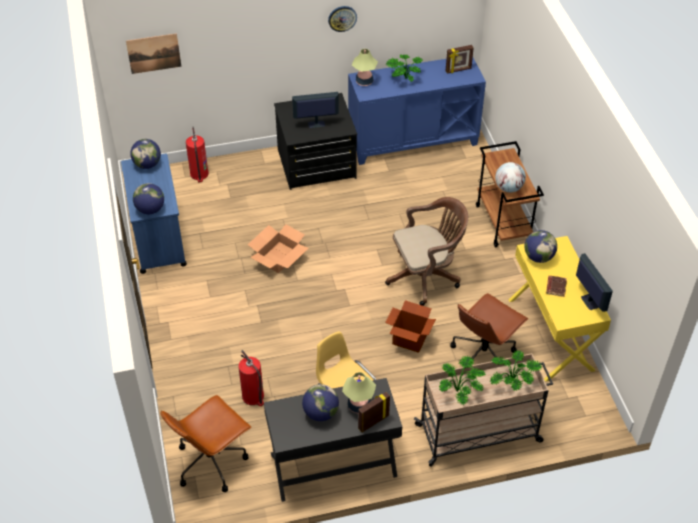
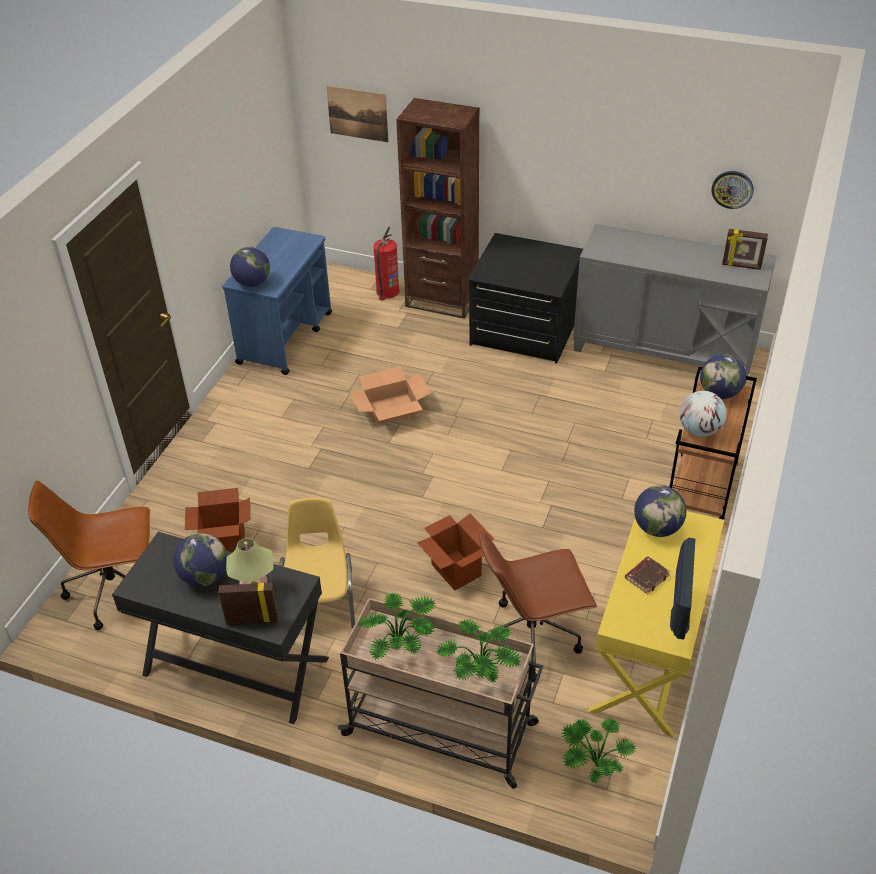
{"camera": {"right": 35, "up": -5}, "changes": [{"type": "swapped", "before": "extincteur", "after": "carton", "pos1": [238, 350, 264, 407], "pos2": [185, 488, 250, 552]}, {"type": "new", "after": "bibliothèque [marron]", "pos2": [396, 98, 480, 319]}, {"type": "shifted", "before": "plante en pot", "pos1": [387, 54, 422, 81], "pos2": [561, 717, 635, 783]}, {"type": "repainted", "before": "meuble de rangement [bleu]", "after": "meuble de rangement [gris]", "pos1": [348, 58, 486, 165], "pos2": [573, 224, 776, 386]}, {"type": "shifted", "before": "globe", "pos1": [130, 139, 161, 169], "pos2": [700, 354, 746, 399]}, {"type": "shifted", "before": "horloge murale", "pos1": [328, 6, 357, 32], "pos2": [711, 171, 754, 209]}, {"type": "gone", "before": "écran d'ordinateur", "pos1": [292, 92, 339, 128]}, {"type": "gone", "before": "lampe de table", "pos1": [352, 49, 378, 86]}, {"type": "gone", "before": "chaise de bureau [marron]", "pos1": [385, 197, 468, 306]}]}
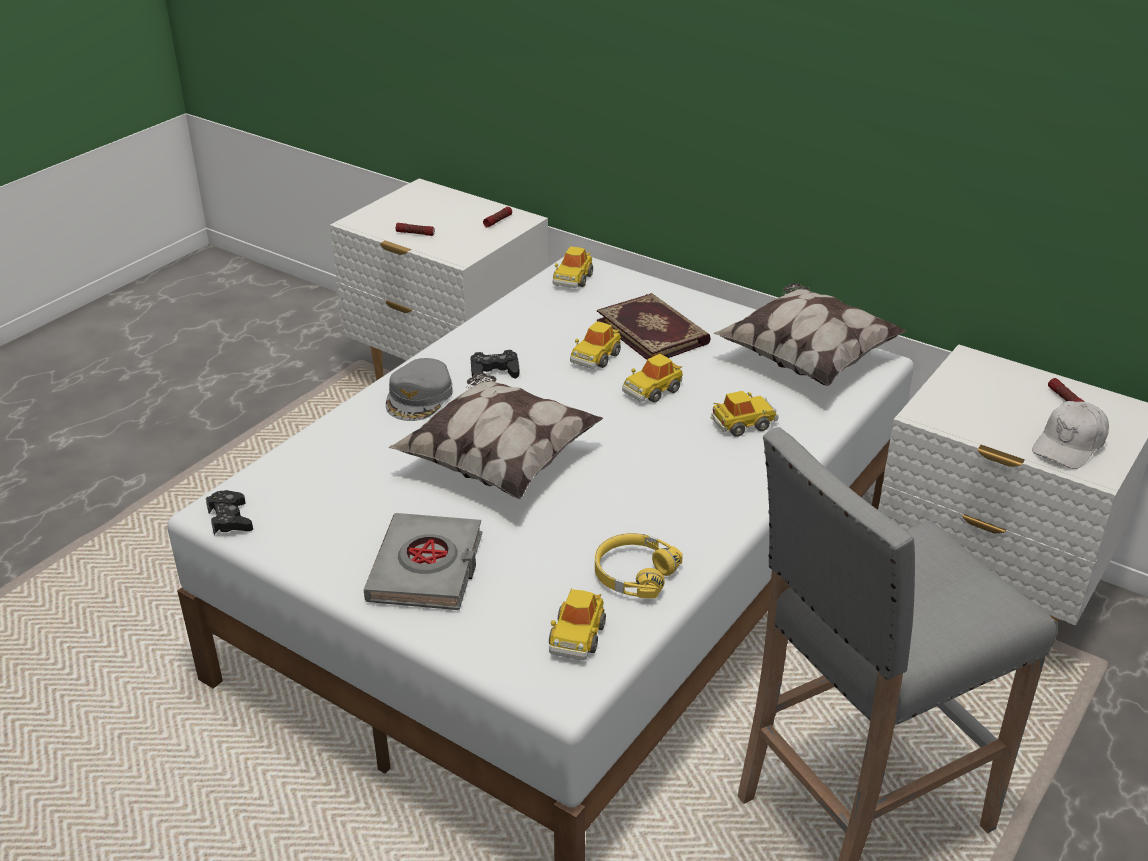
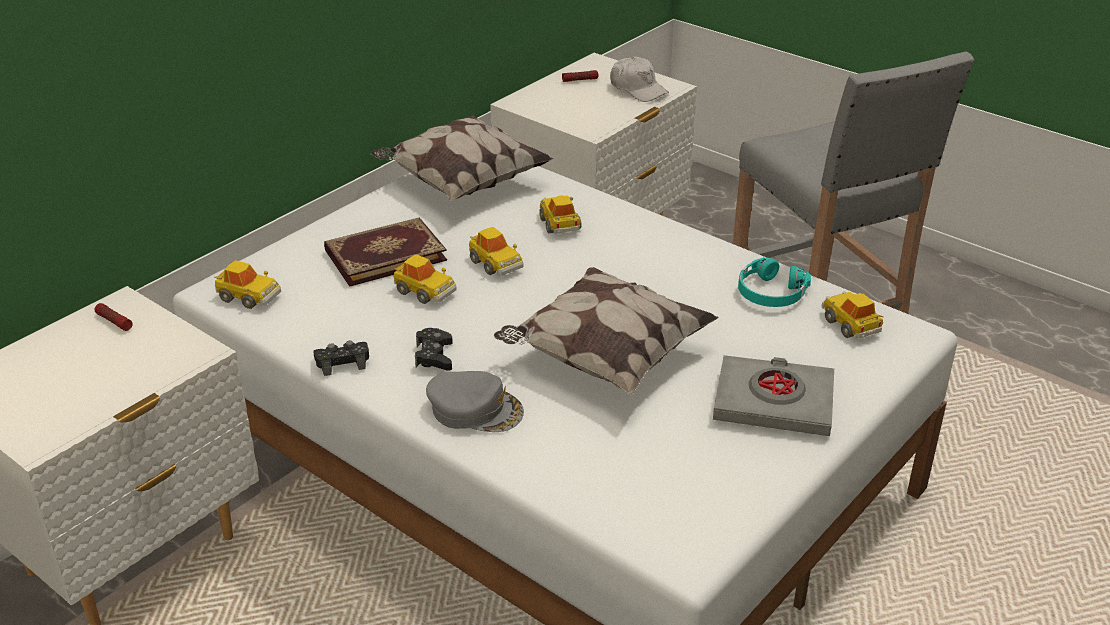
{"camera": {"right": -85, "up": 0}, "changes": [{"type": "shifted", "before": "manette [noir]", "pos1": [206, 490, 253, 535], "pos2": [313, 341, 369, 376]}, {"type": "repainted", "before": "casque audio [jaune]", "after": "casque audio [turquoise]", "pos1": [595, 533, 683, 598], "pos2": [738, 257, 811, 307]}, {"type": "rotated", "before": "petite voiture", "pos1": [549, 589, 606, 660], "pos2": [821, 291, 883, 338], "turn": -135}, {"type": "gone", "before": "lampe de poche", "pos1": [396, 223, 435, 236]}]}
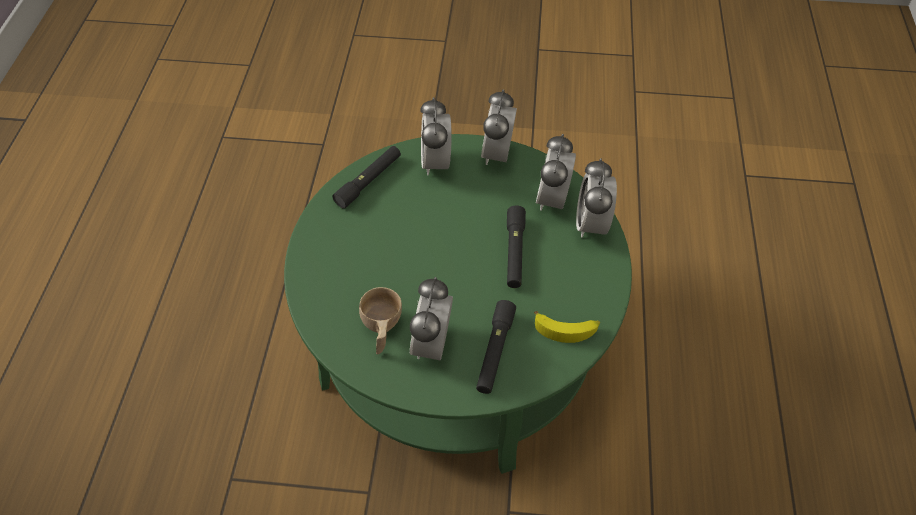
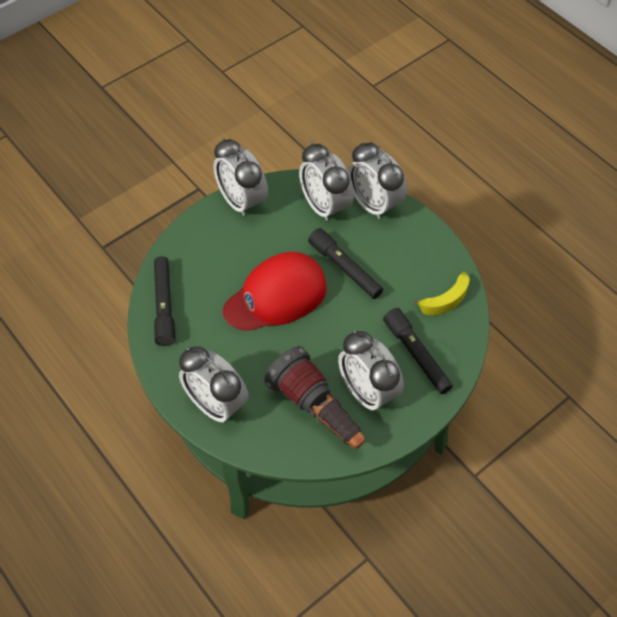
{"camera": {"right": -45, "up": 5}, "changes": [{"type": "shifted", "before": "réveil", "pos1": [421, 97, 452, 175], "pos2": [179, 346, 249, 423]}, {"type": "new", "after": "casquette [rouge]", "pos2": [223, 252, 326, 331]}, {"type": "swapped", "before": "tasse [beige]", "after": "lampe de poche", "pos1": [359, 287, 402, 355], "pos2": [264, 346, 365, 449]}]}
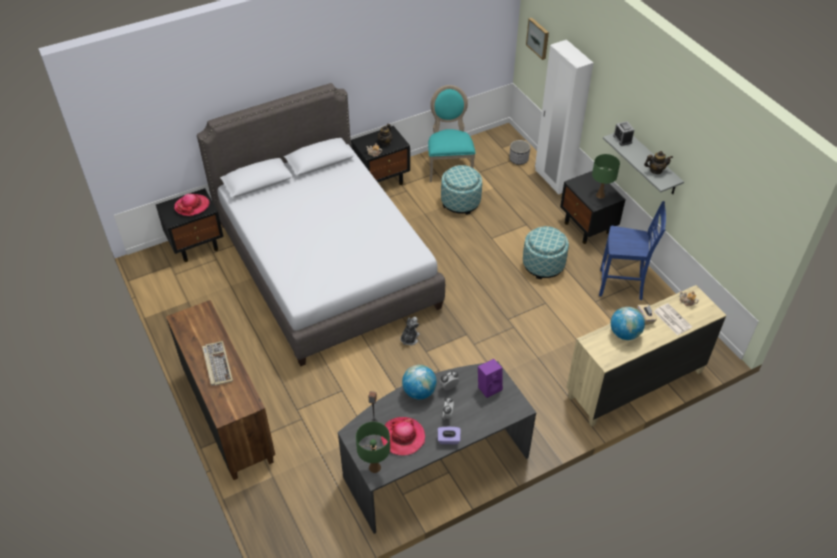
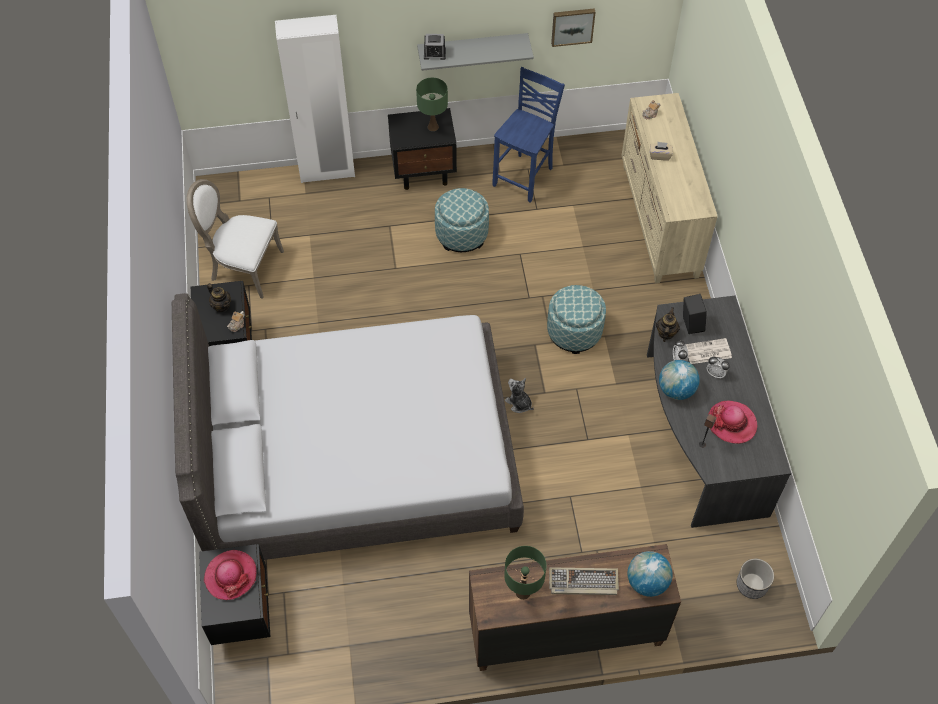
{"camera": {"right": -70, "up": 10}, "changes": [{"type": "repainted", "before": "chaise [turquoise]", "after": "chaise [blanc]", "pos1": [428, 85, 475, 182], "pos2": [186, 179, 284, 299]}, {"type": "shifted", "before": "lampe de table [vert]", "pos1": [356, 422, 390, 473], "pos2": [504, 546, 547, 600]}, {"type": "shifted", "before": "pouf", "pos1": [441, 165, 482, 215], "pos2": [547, 285, 606, 354]}, {"type": "shifted", "before": "tableau", "pos1": [526, 18, 549, 60], "pos2": [551, 8, 595, 47]}, {"type": "shifted", "before": "globe", "pos1": [611, 307, 645, 340], "pos2": [627, 551, 673, 597]}, {"type": "shifted", "before": "théière", "pos1": [644, 151, 673, 174], "pos2": [656, 307, 680, 342]}, {"type": "repainted", "before": "enceinte [violet]", "after": "enceinte [noir]", "pos1": [478, 359, 503, 398], "pos2": [683, 294, 707, 334]}, {"type": "shifted", "before": "journal", "pos1": [654, 303, 692, 335], "pos2": [685, 338, 732, 364]}, {"type": "shifted", "before": "cache-pot", "pos1": [509, 140, 531, 165], "pos2": [737, 558, 774, 599]}, {"type": "gone", "before": "boîte à mouchoirs [violet]", "pos1": [438, 427, 461, 444]}]}
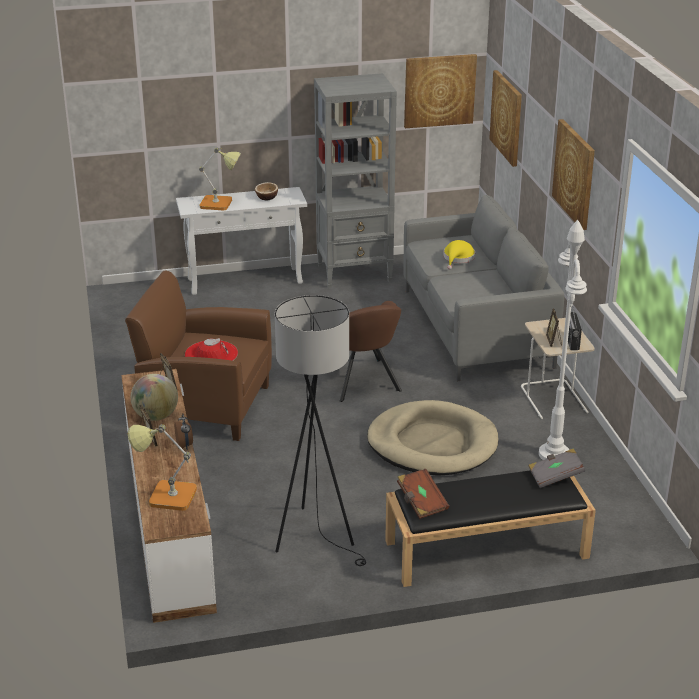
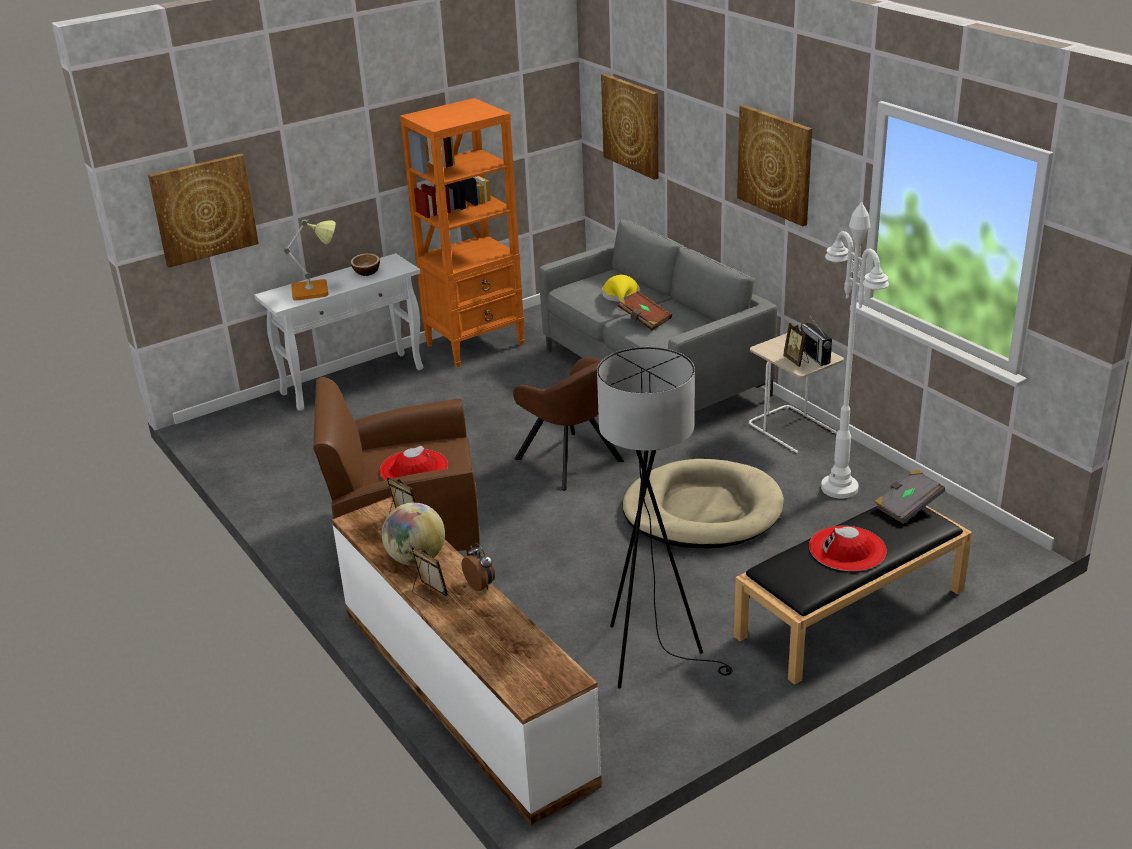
{"camera": {"right": -20, "up": 0}, "changes": [{"type": "shifted", "before": "tableau", "pos1": [404, 54, 477, 128], "pos2": [148, 154, 259, 267]}, {"type": "repainted", "before": "bibliothèque [gris]", "after": "bibliothèque [orange]", "pos1": [314, 73, 397, 288], "pos2": [400, 98, 524, 367]}, {"type": "shifted", "before": "livre [marron]", "pos1": [397, 469, 449, 519], "pos2": [618, 291, 672, 330]}, {"type": "new", "after": "chapeau [rouge]", "pos2": [809, 526, 887, 571]}, {"type": "gone", "before": "lampe de table", "pos1": [127, 424, 197, 511]}]}
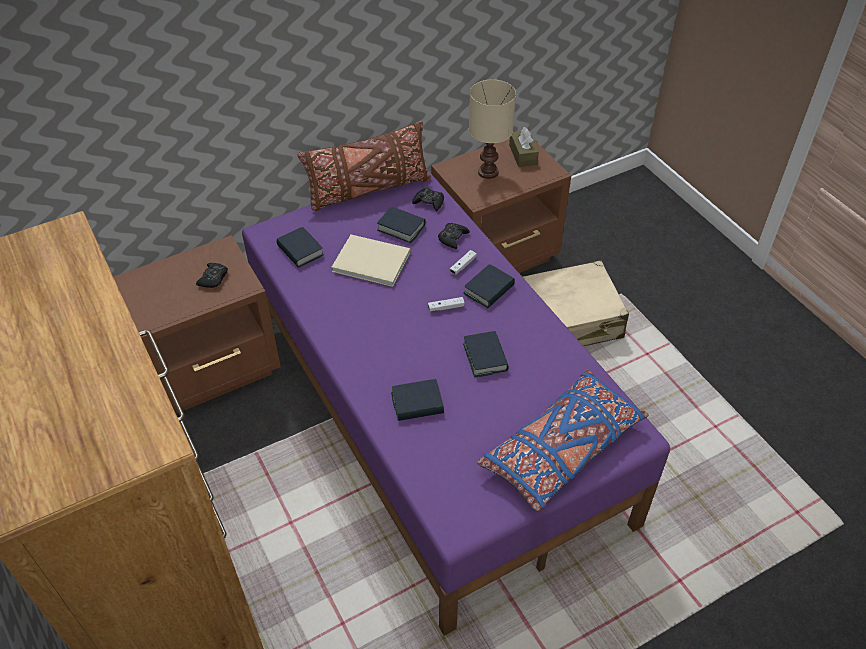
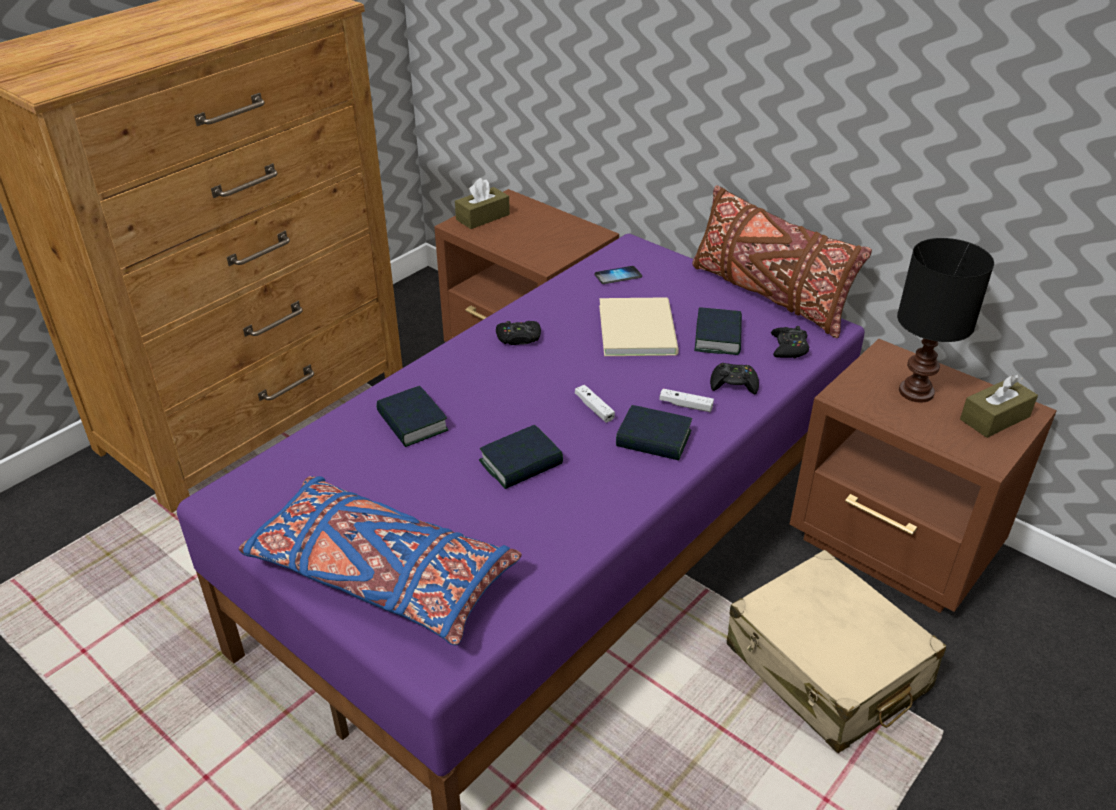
{"camera": {"right": 70, "up": -10}, "changes": [{"type": "new", "after": "boîte à mouchoirs [marron]", "pos2": [455, 178, 510, 229]}, {"type": "shifted", "before": "manette [noir]", "pos1": [196, 263, 228, 288], "pos2": [496, 321, 541, 345]}, {"type": "swapped", "before": "livre", "after": "téléphone", "pos1": [276, 227, 324, 268], "pos2": [594, 266, 642, 284]}, {"type": "repainted", "before": "lampe de table [beige]", "after": "lampe de table [noir]", "pos1": [469, 79, 516, 179], "pos2": [897, 238, 994, 403]}]}
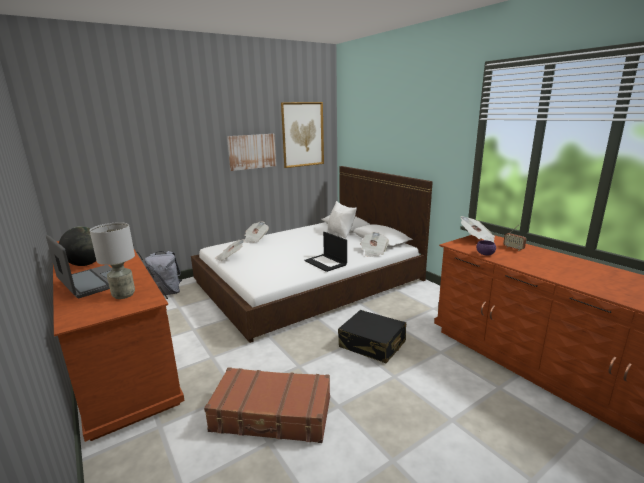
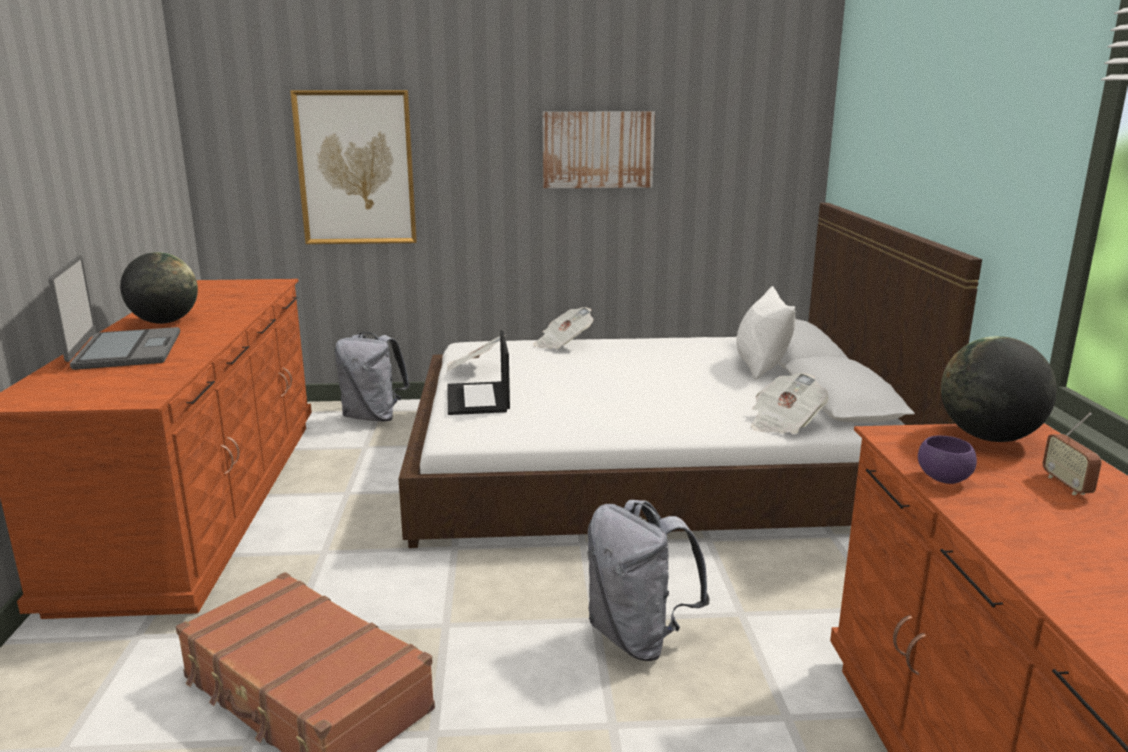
{"camera": {"right": 30, "up": 0}, "changes": [{"type": "shifted", "before": "tableau", "pos1": [281, 102, 324, 168], "pos2": [290, 90, 417, 244]}, {"type": "shifted", "before": "ordinateur portable", "pos1": [305, 232, 347, 272], "pos2": [447, 330, 510, 415]}, {"type": "swapped", "before": "valise [noir]", "after": "sac à dos [gris]", "pos1": [338, 310, 406, 363], "pos2": [587, 500, 710, 661]}, {"type": "swapped", "before": "journal", "after": "globe", "pos1": [460, 216, 495, 242], "pos2": [941, 336, 1057, 442]}, {"type": "gone", "before": "lampe de table [gris]", "pos1": [90, 222, 135, 299]}]}
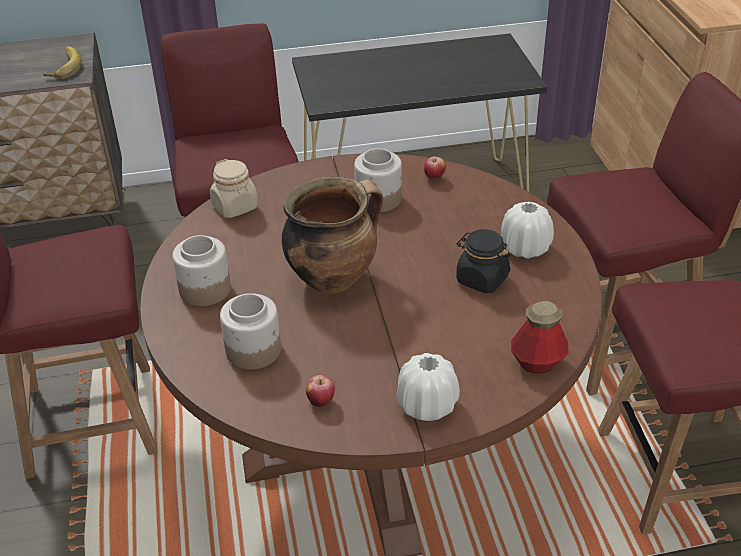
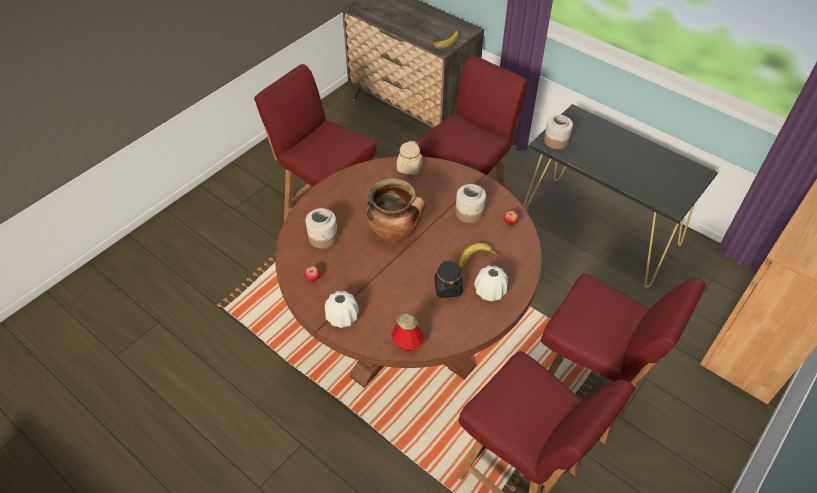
{"camera": {"right": 50, "up": 10}, "changes": [{"type": "new", "after": "banane", "pos2": [458, 243, 498, 269]}, {"type": "shifted", "before": "bocal", "pos1": [172, 235, 231, 306], "pos2": [544, 115, 573, 149]}]}
